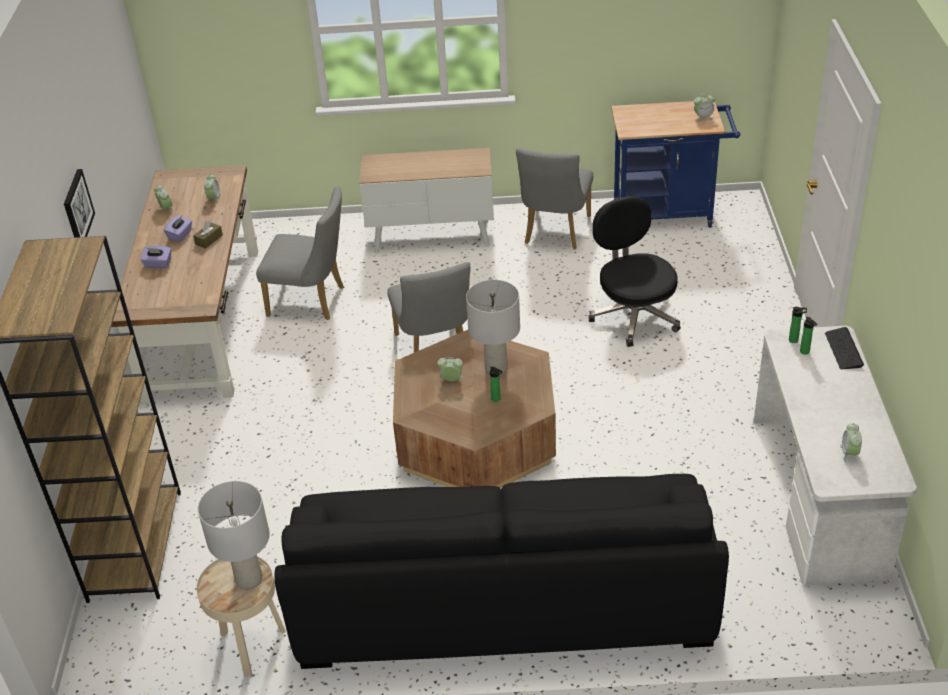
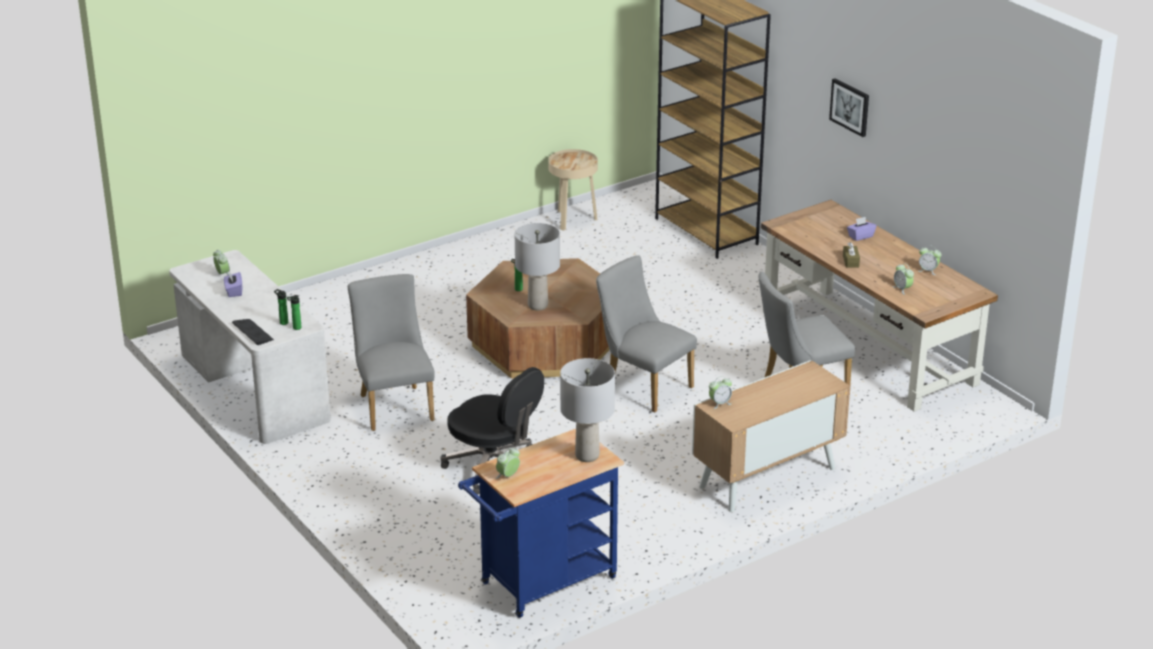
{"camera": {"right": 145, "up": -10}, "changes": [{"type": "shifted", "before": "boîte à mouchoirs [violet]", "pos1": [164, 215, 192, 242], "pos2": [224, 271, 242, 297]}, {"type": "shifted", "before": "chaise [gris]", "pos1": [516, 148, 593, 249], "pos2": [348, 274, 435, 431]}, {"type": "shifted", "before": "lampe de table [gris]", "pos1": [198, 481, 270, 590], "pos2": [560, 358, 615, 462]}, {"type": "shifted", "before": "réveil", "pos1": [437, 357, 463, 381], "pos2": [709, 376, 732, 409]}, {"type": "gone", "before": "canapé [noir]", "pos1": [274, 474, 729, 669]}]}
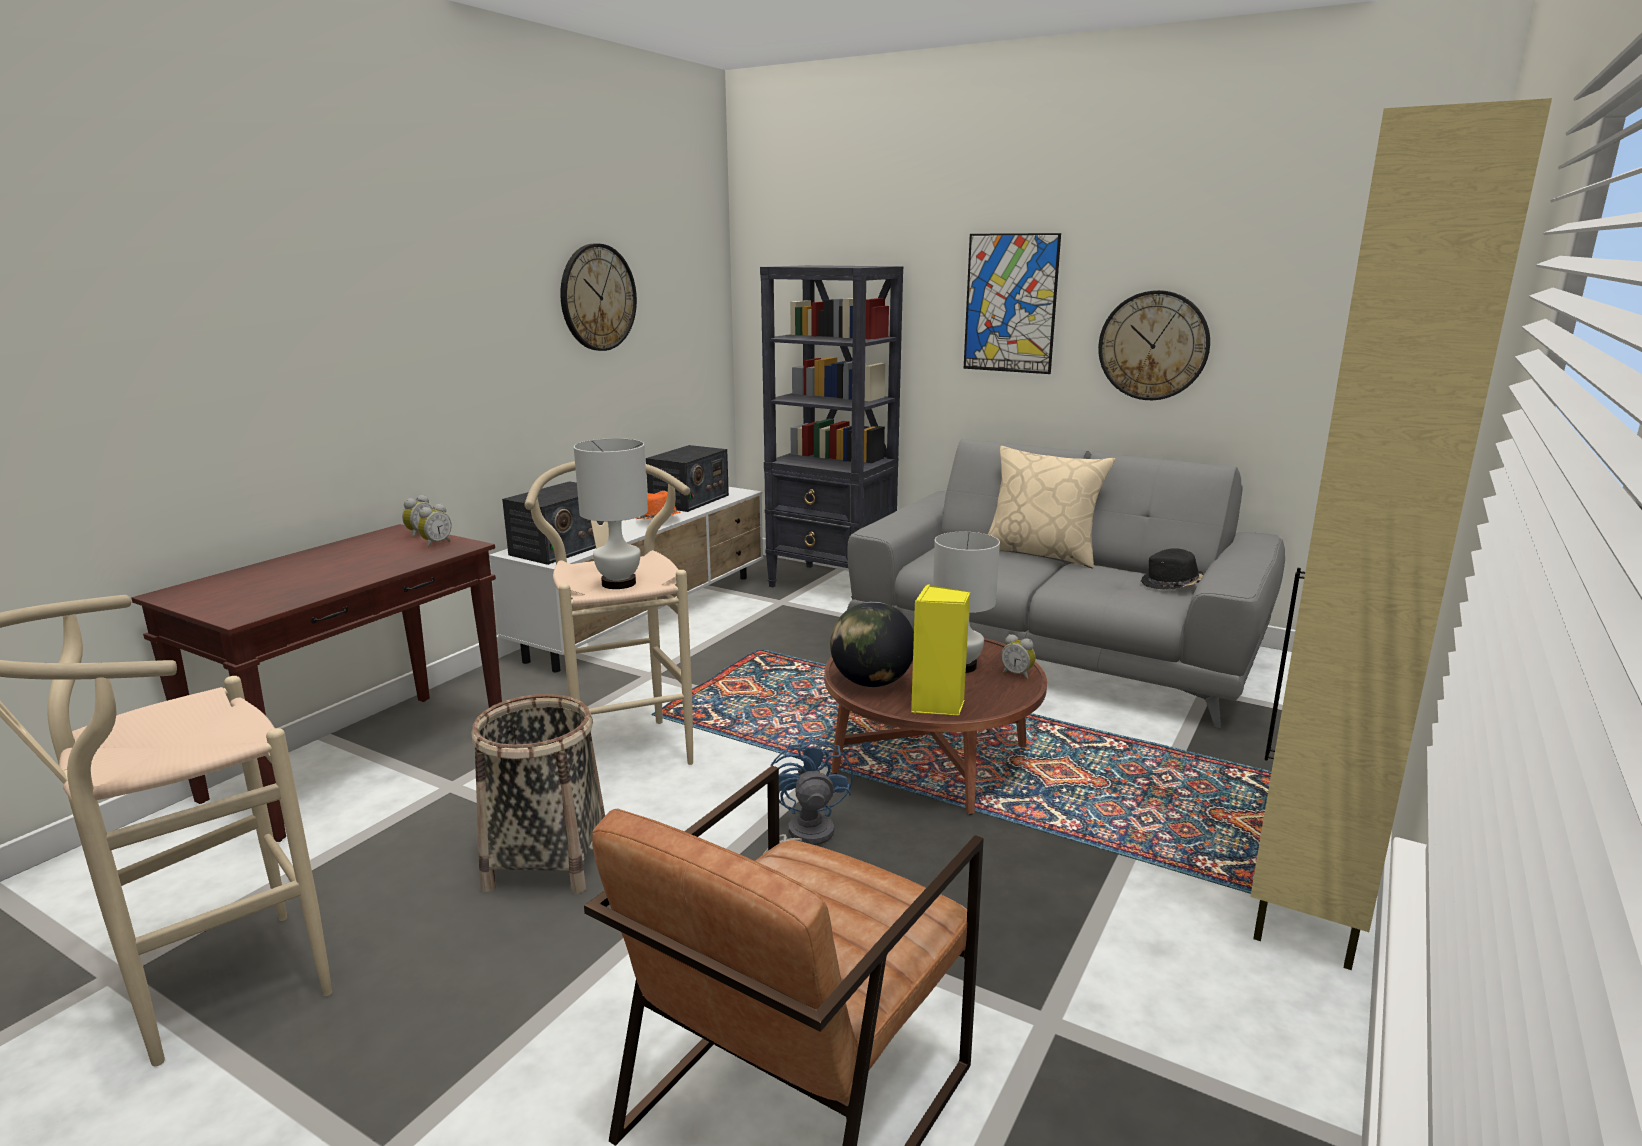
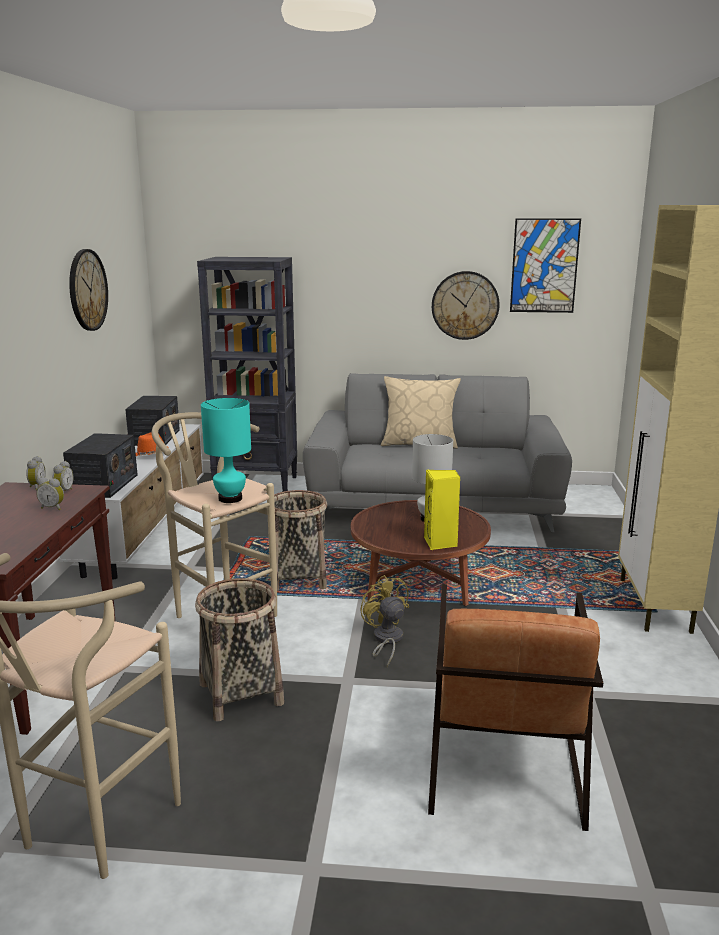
{"camera": {"right": -25, "up": 0}, "changes": [{"type": "shifted", "before": "réveil", "pos1": [1001, 634, 1036, 679], "pos2": [36, 478, 64, 510]}, {"type": "repainted", "before": "lampe de table [blanc]", "after": "lampe de table [turquoise]", "pos1": [574, 438, 648, 589], "pos2": [201, 398, 251, 503]}, {"type": "new", "after": "panier", "pos2": [274, 490, 327, 591]}, {"type": "repainted", "before": "ventilateur [bleu]", "after": "ventilateur [jaune]", "pos1": [763, 736, 853, 854], "pos2": [360, 575, 409, 667]}, {"type": "shifted", "before": "tableau", "pos1": [964, 233, 1061, 374], "pos2": [510, 218, 581, 313]}, {"type": "gone", "before": "globe", "pos1": [830, 601, 914, 687]}, {"type": "gone", "before": "chapeau [noir]", "pos1": [1141, 548, 1203, 590]}]}
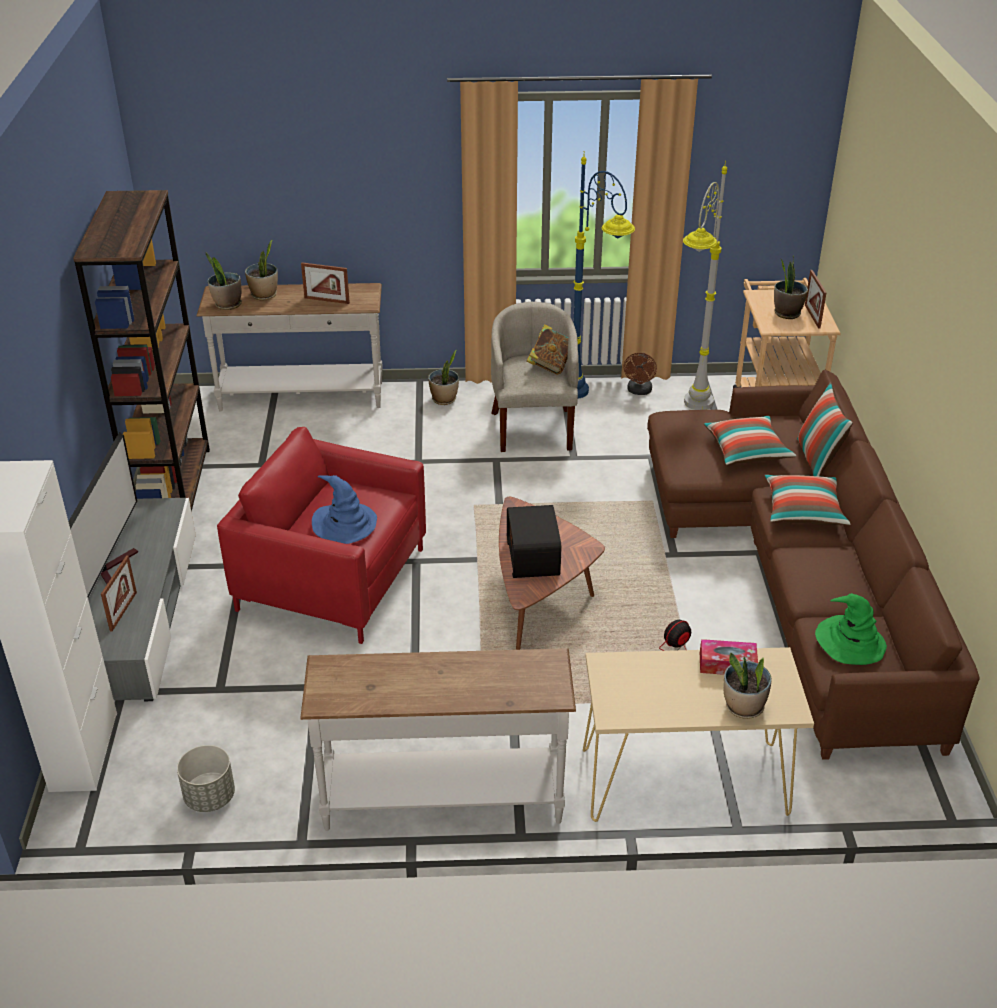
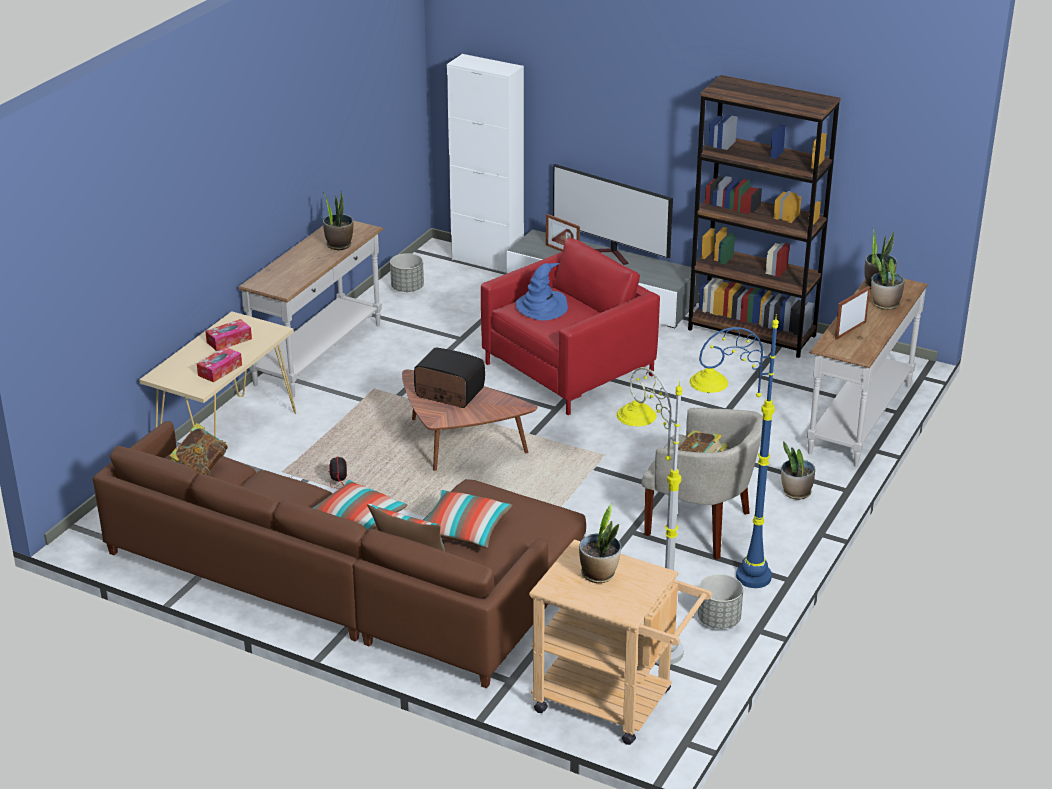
{"camera": {"right": 120, "up": -5}, "changes": [{"type": "swapped", "before": "chapeau [vert]", "after": "livre", "pos1": [815, 593, 887, 665], "pos2": [170, 423, 228, 475]}, {"type": "new", "after": "boîte à mouchoirs", "pos2": [205, 319, 252, 351]}, {"type": "shifted", "before": "plante en pot", "pos1": [723, 653, 772, 719], "pos2": [323, 191, 354, 250]}, {"type": "swapped", "before": "ventilateur [marron]", "after": "cache-pot [gris]", "pos1": [624, 353, 657, 395], "pos2": [698, 574, 743, 629]}, {"type": "gone", "before": "cadre photo", "pos1": [805, 270, 827, 329]}]}
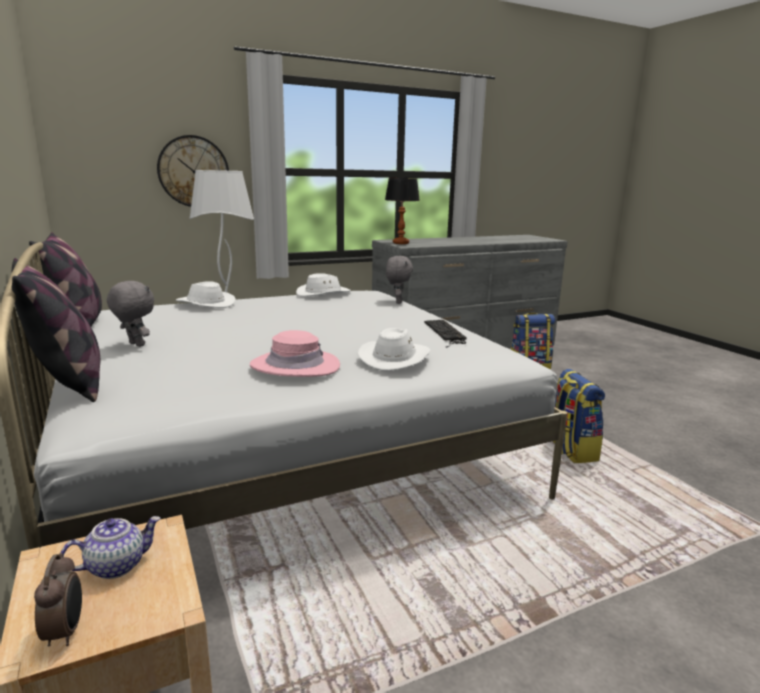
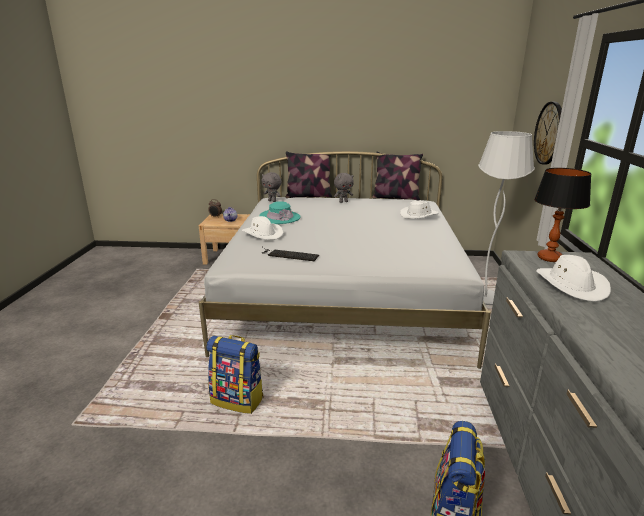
{"camera": {"right": 120, "up": 5}, "changes": [{"type": "repainted", "before": "chapeau [rose]", "after": "chapeau [turquoise]", "pos1": [250, 330, 340, 377], "pos2": [259, 201, 301, 224]}, {"type": "shifted", "before": "peluche [gris]", "pos1": [386, 256, 413, 304], "pos2": [261, 172, 282, 202]}, {"type": "shifted", "before": "chapeau [blanc]", "pos1": [296, 273, 351, 297], "pos2": [536, 255, 611, 302]}]}
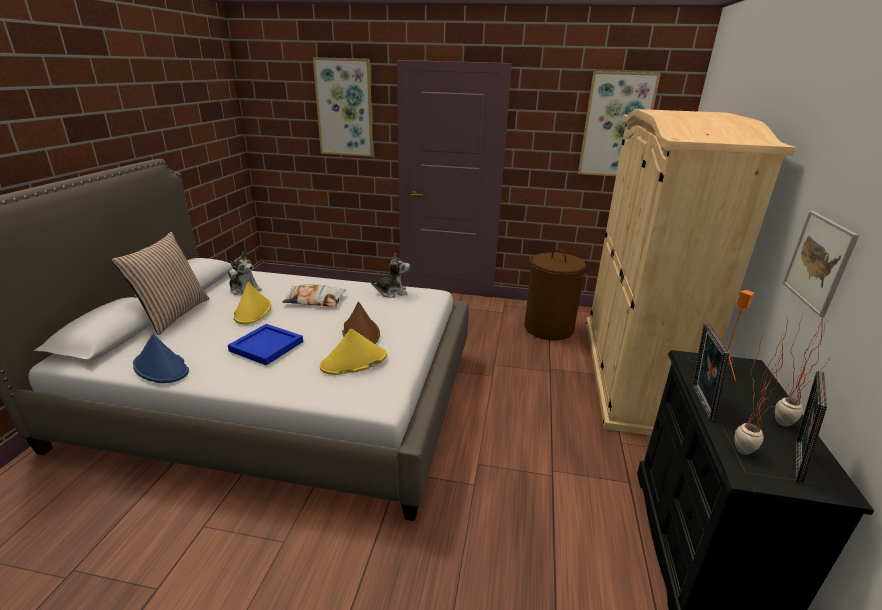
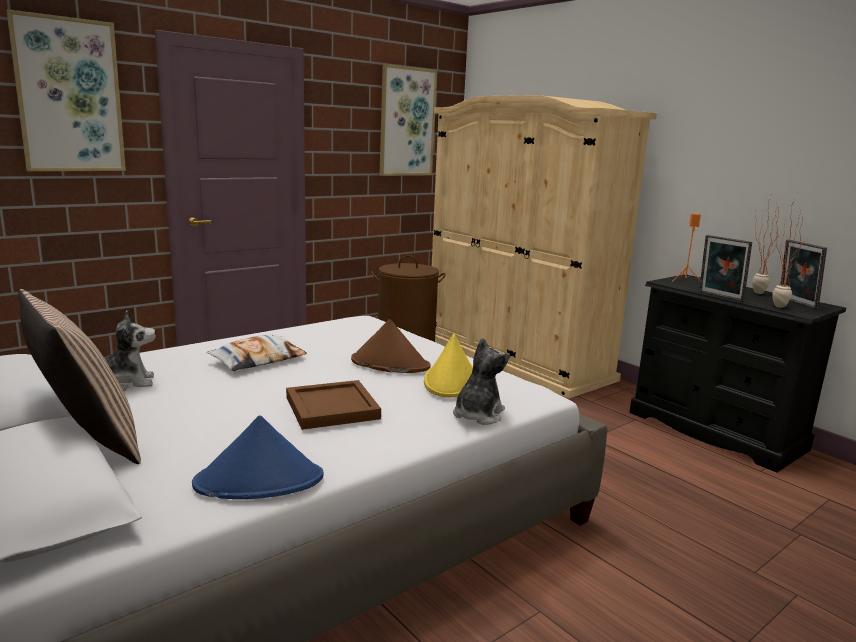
{"camera": {"right": -50, "up": -10}, "changes": [{"type": "repainted", "before": "plateau [bleu]", "after": "plateau [marron]", "pos1": [228, 324, 303, 366], "pos2": [286, 380, 381, 430]}, {"type": "shifted", "before": "peluche", "pos1": [370, 253, 410, 298], "pos2": [453, 337, 510, 425]}, {"type": "gone", "before": "chapeau [jaune]", "pos1": [234, 282, 271, 324]}, {"type": "gone", "before": "tableau", "pos1": [783, 211, 859, 317]}]}
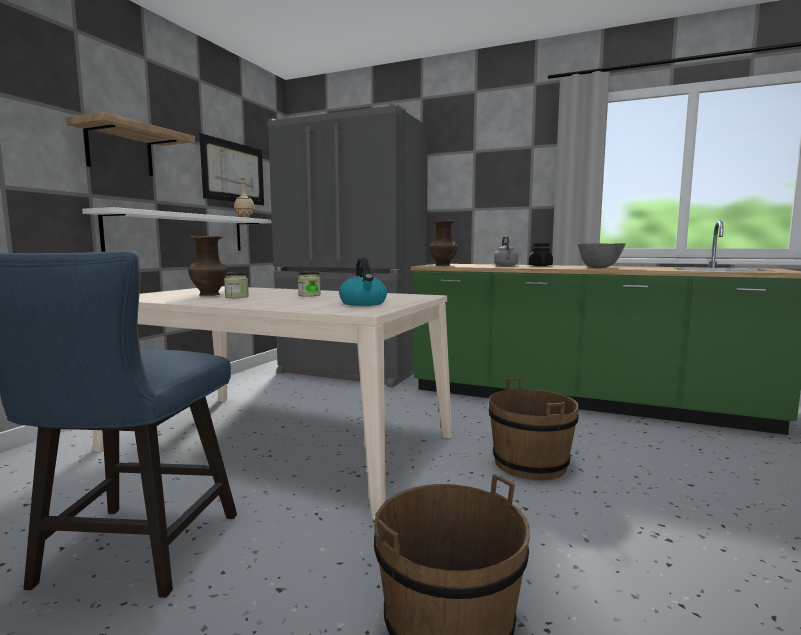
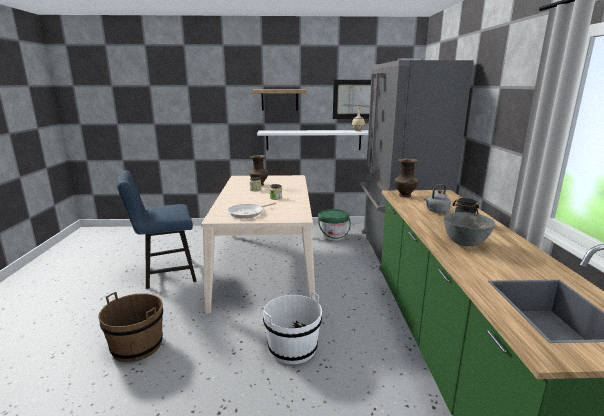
{"camera": {"right": 65, "up": 10}, "changes": [{"type": "swapped", "before": "bouilloire", "after": "poêle", "pos1": [339, 258, 387, 306], "pos2": [227, 203, 276, 218]}, {"type": "repainted", "before": "seau [marron]", "after": "seau [blanc]", "pos1": [489, 378, 579, 481], "pos2": [263, 291, 322, 364]}, {"type": "new", "after": "seau [vert]", "pos2": [318, 209, 351, 241]}]}
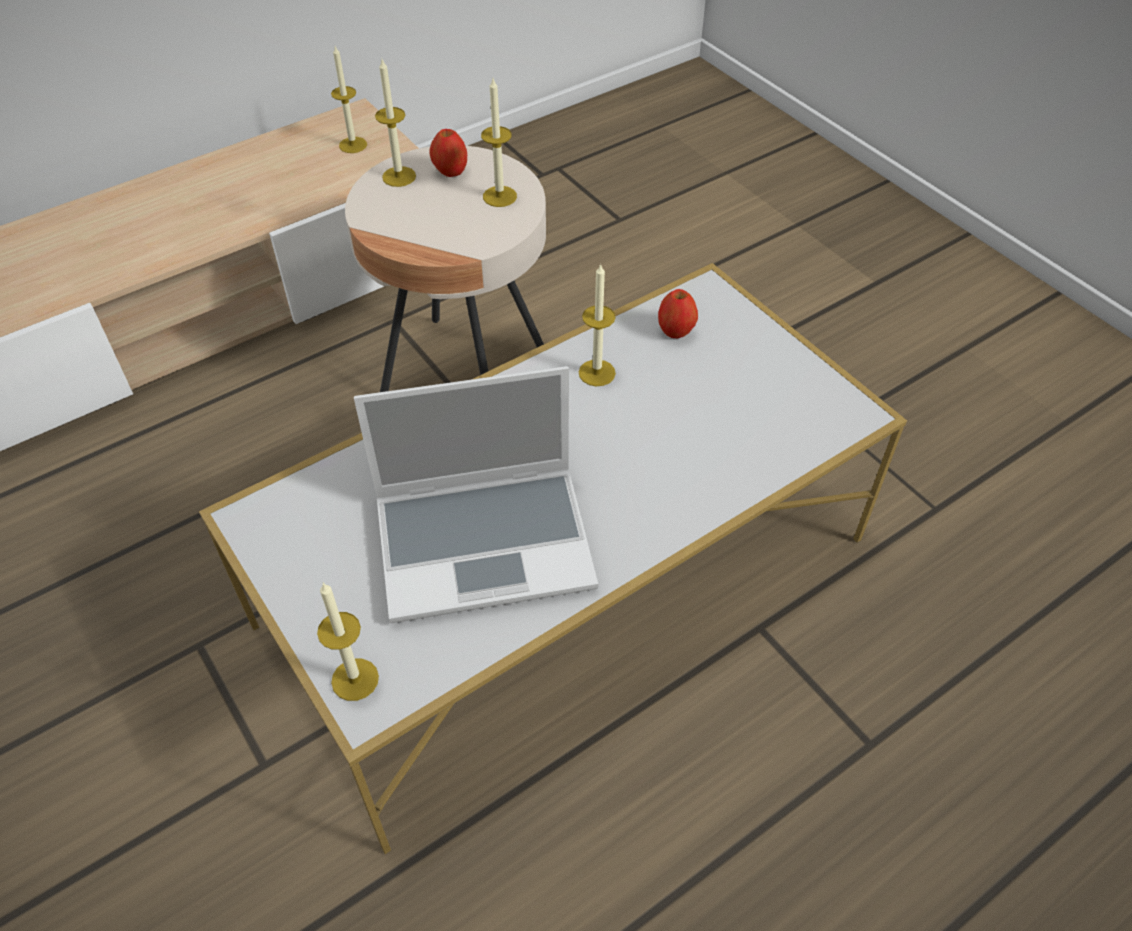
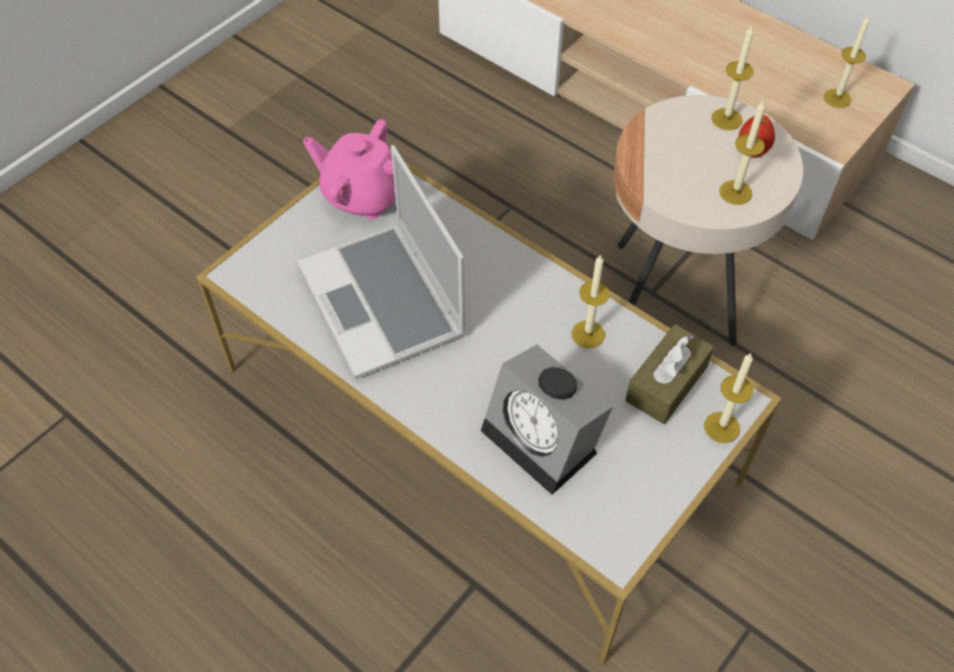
{"camera": {"right": 75, "up": 5}, "changes": [{"type": "new", "after": "théière [rose]", "pos2": [303, 119, 409, 220]}, {"type": "new", "after": "réveil", "pos2": [481, 344, 613, 495]}, {"type": "swapped", "before": "pomme", "after": "boîte à mouchoirs [marron]", "pos1": [658, 289, 698, 338], "pos2": [626, 324, 714, 424]}, {"type": "shifted", "before": "bougie", "pos1": [317, 582, 379, 701], "pos2": [704, 353, 753, 443]}]}
